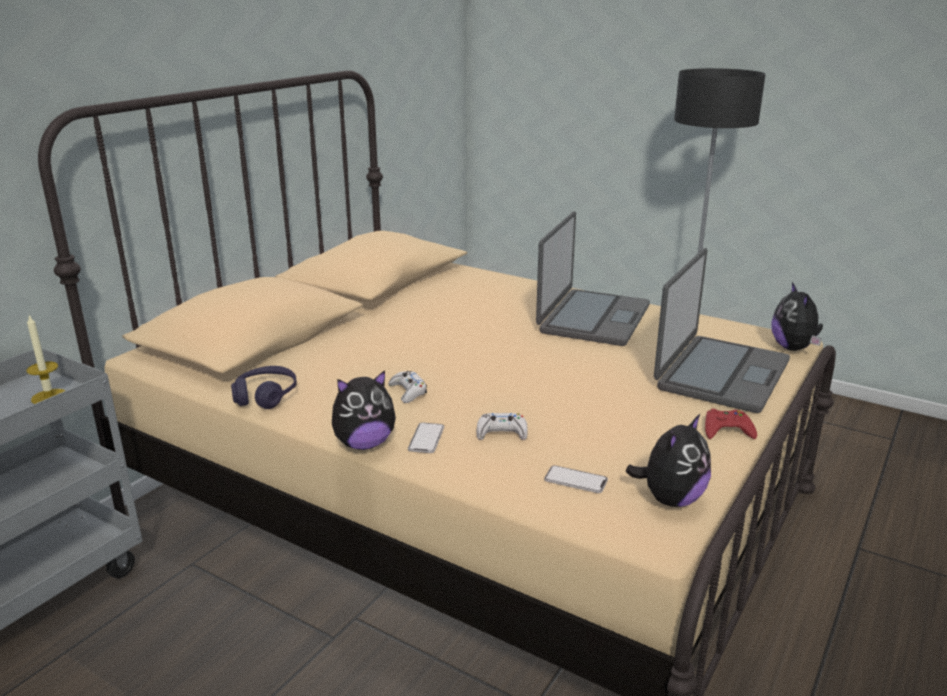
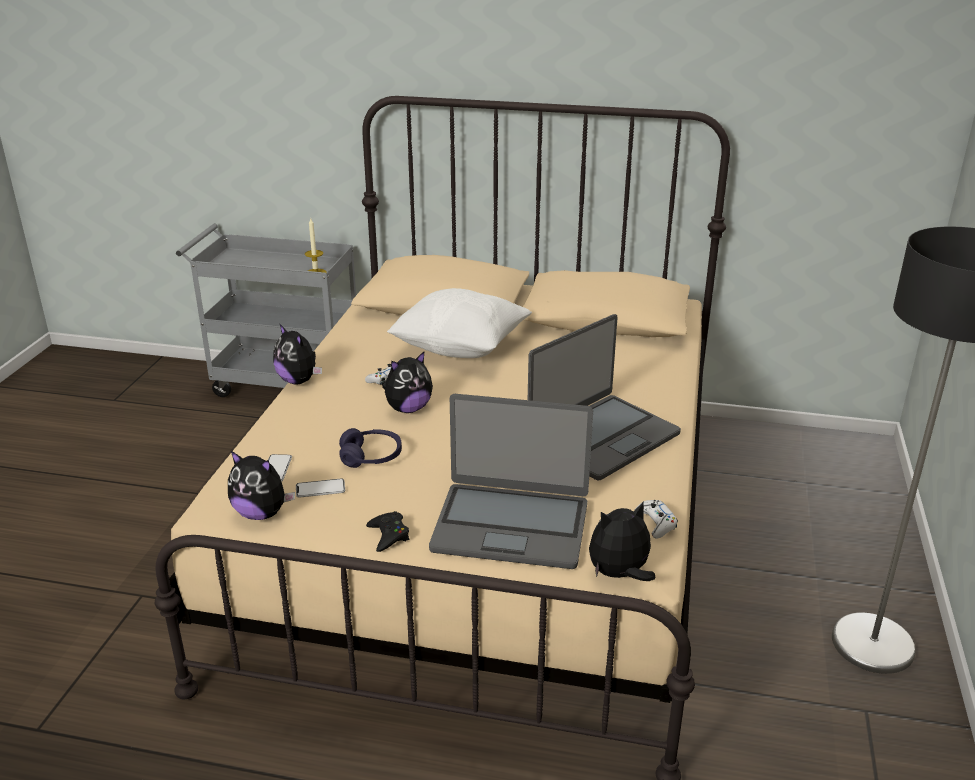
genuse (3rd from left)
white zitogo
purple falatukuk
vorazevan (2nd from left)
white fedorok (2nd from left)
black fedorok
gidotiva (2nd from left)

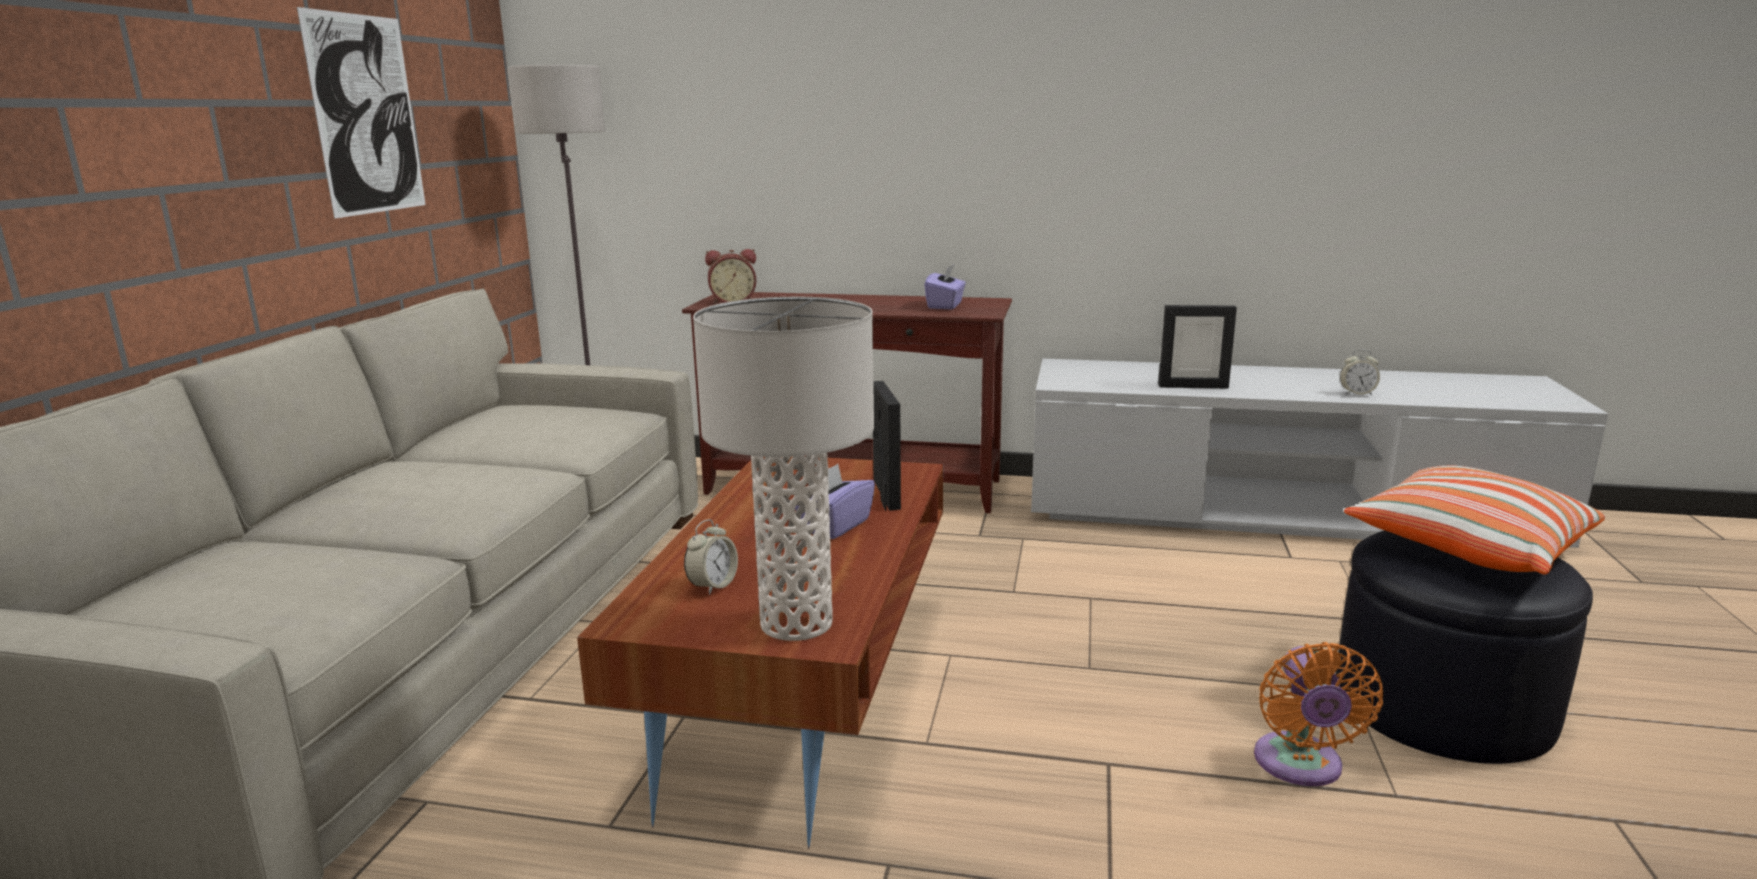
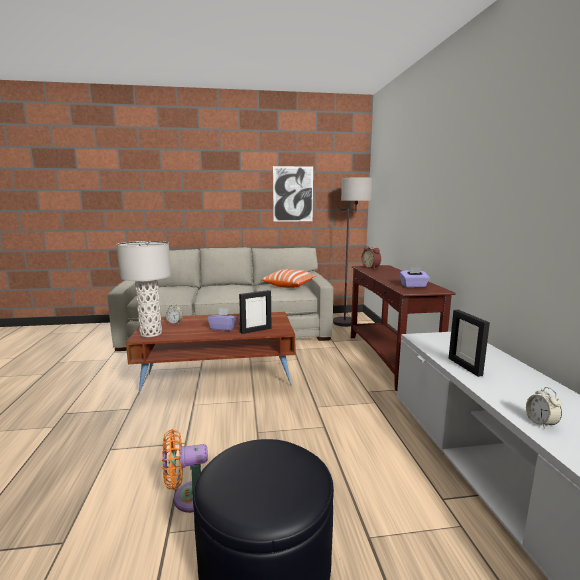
zitogo

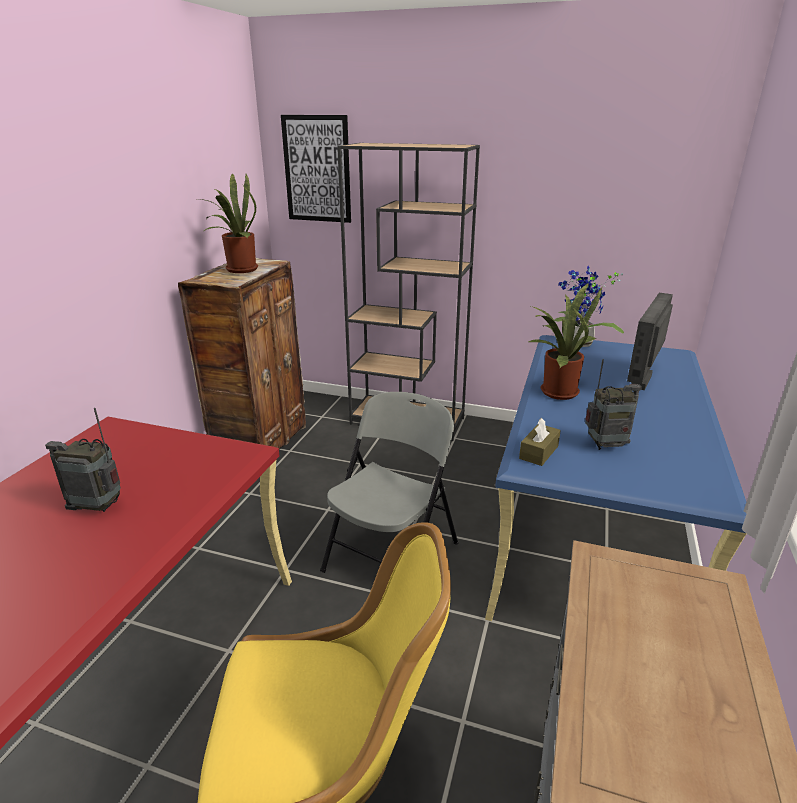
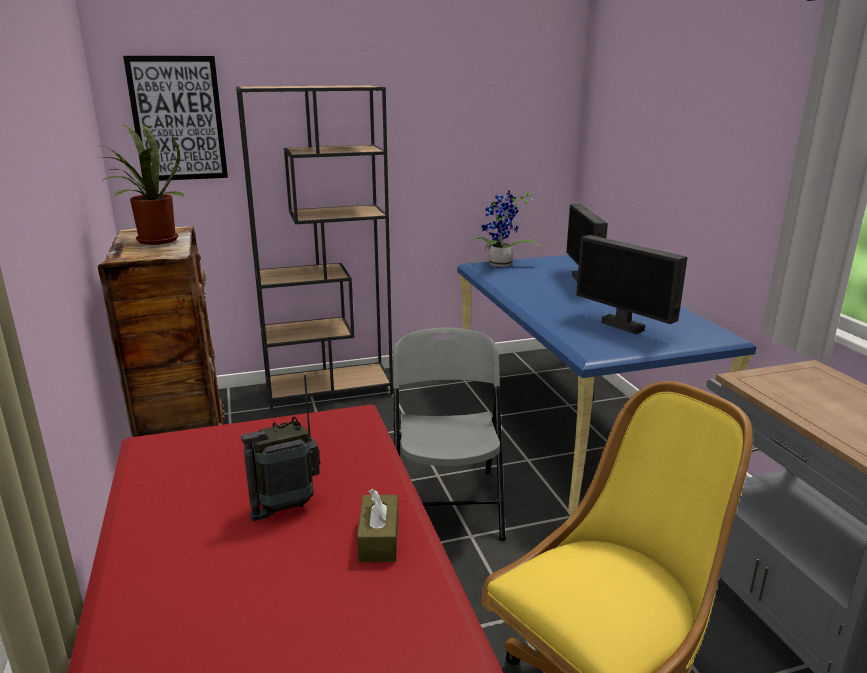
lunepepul (2nd from left in the first image)
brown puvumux
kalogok (2nd from left)

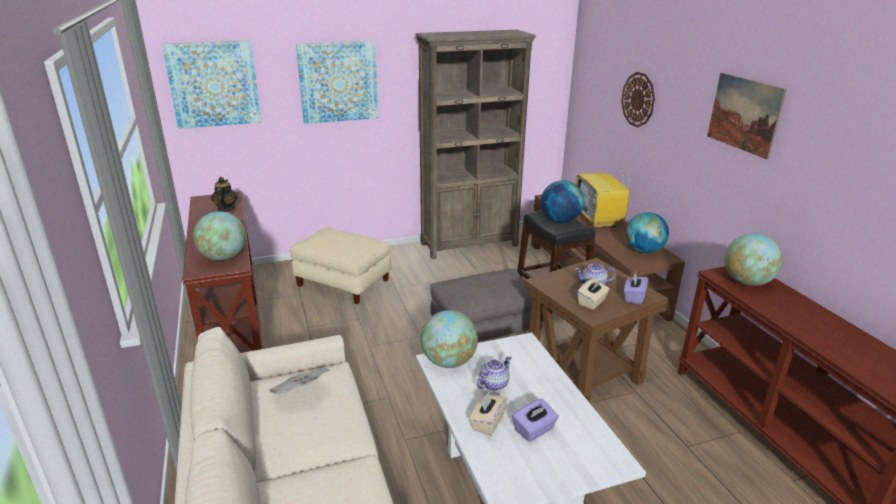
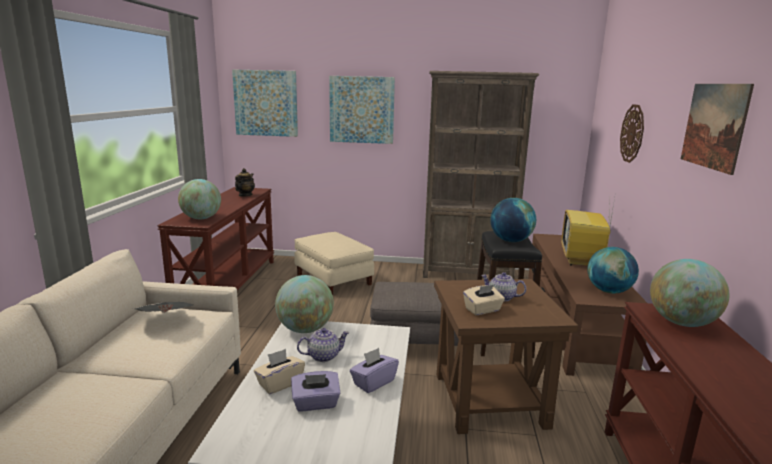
purple puvumux (2nd from left)

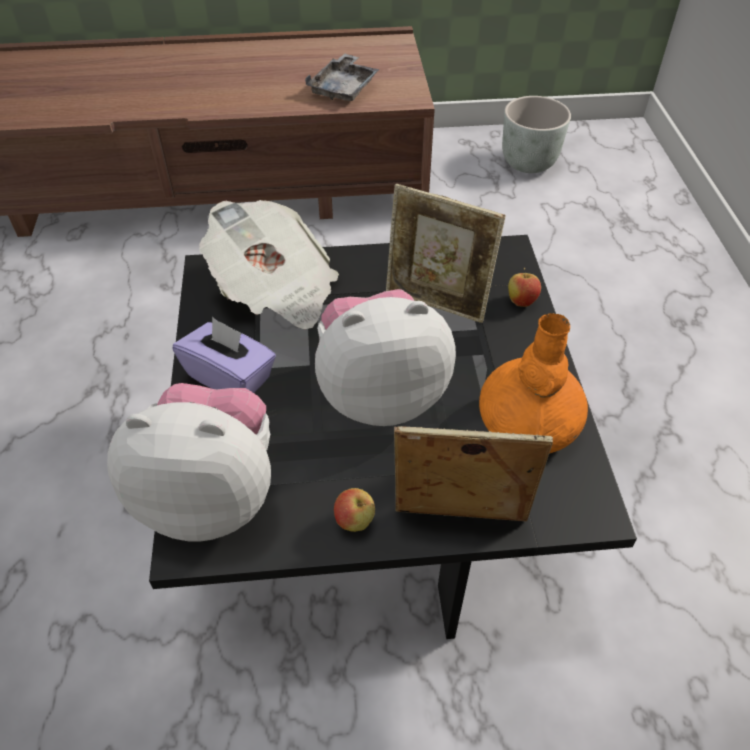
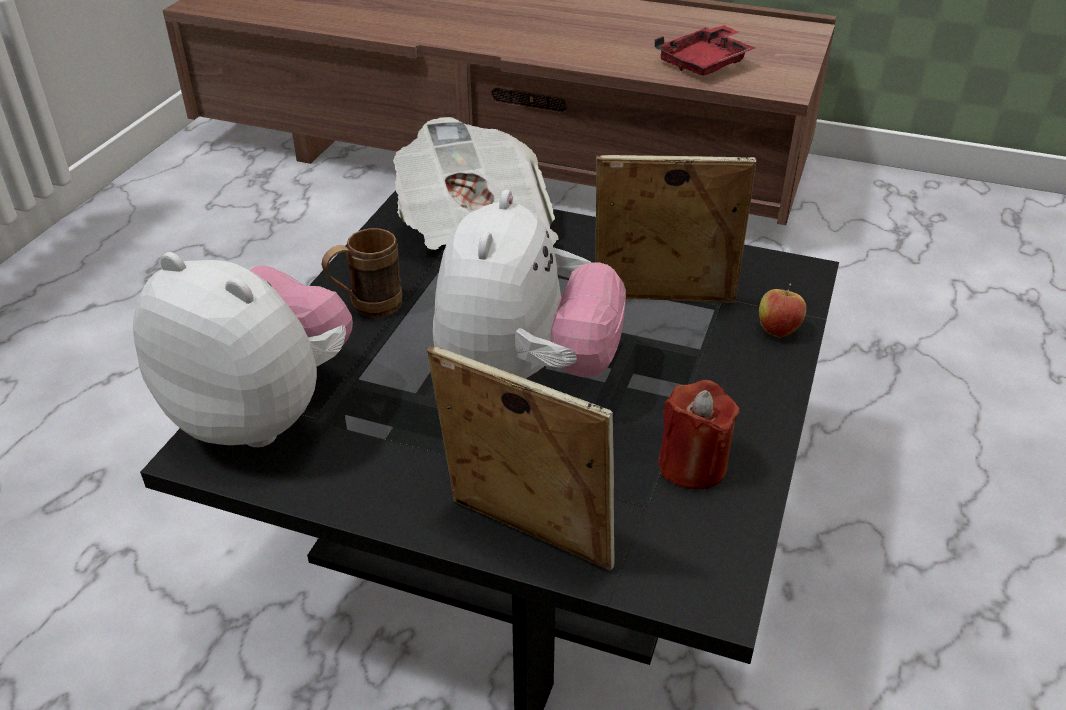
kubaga (1st from left in the first image)
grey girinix
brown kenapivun
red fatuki
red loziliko
genuse (2nd from left)
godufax (2nd from left)

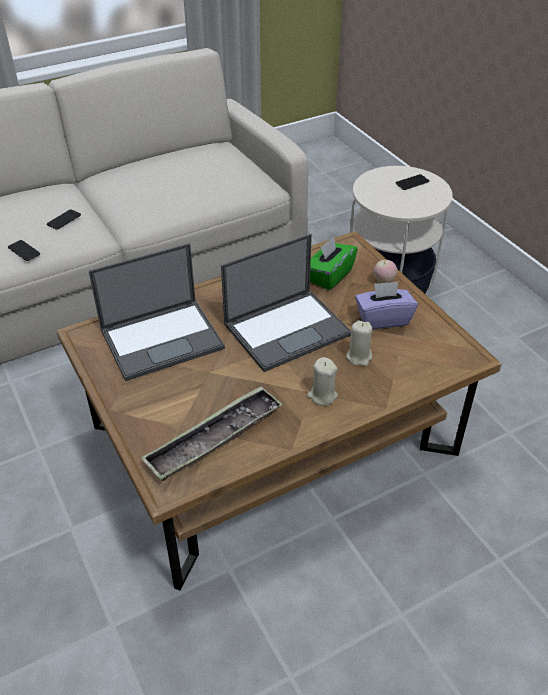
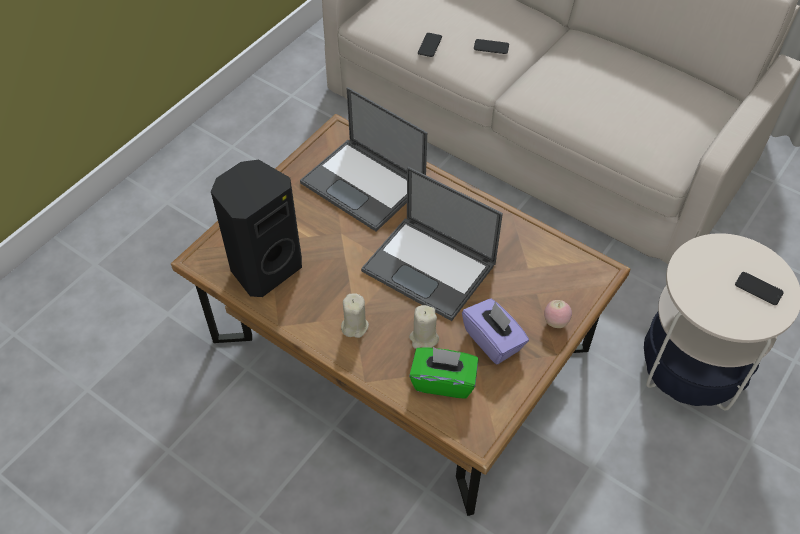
green puvumux
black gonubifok

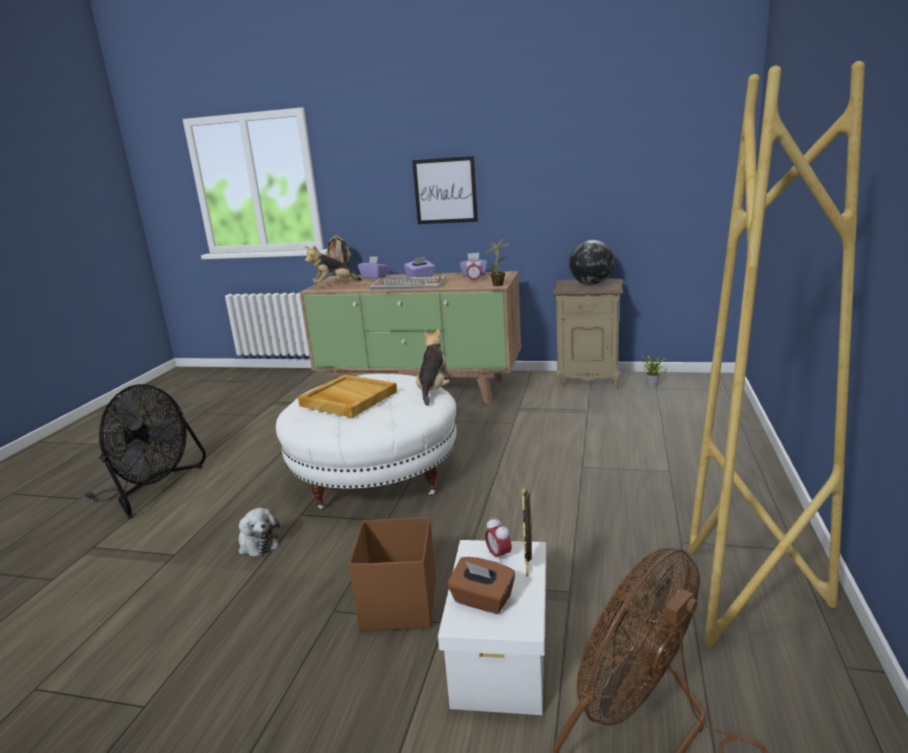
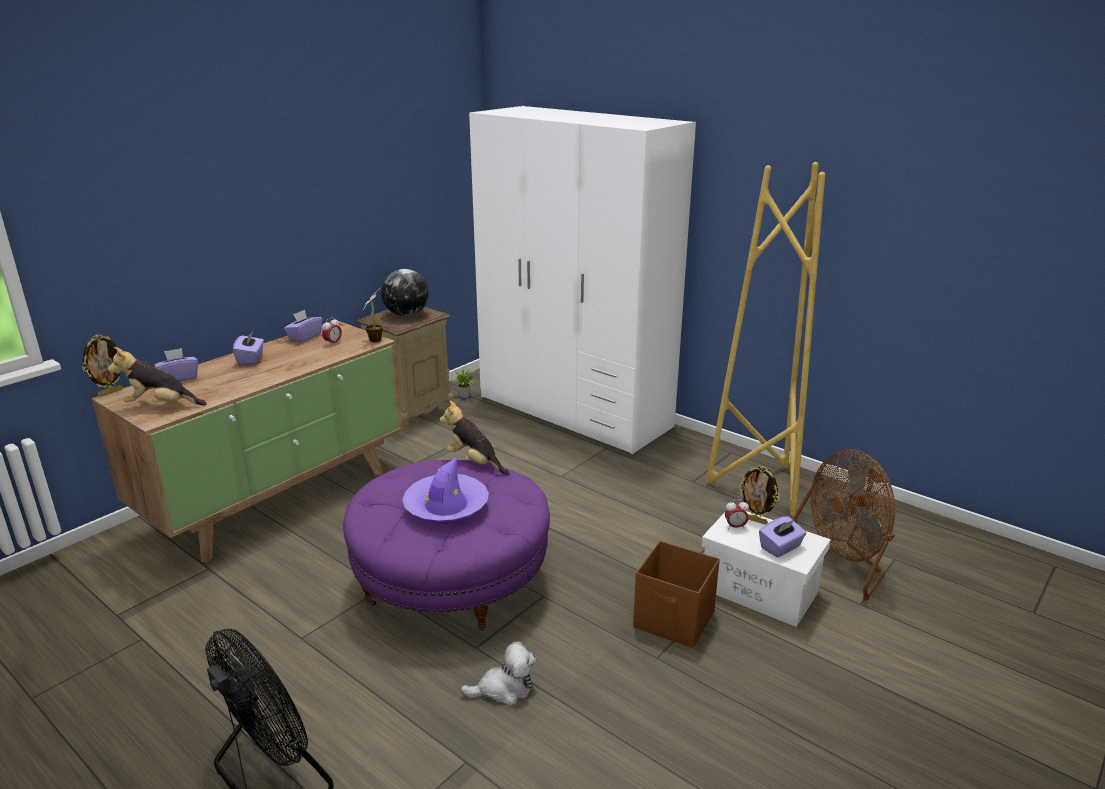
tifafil
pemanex
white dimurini
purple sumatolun
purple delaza
purple puvumux (4th from left)
genuse (1st from left)

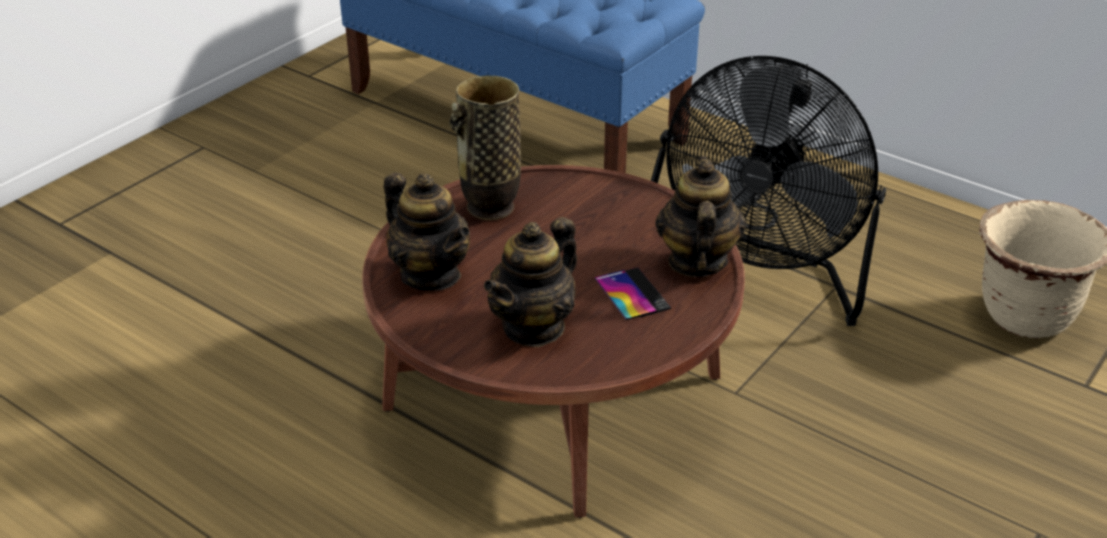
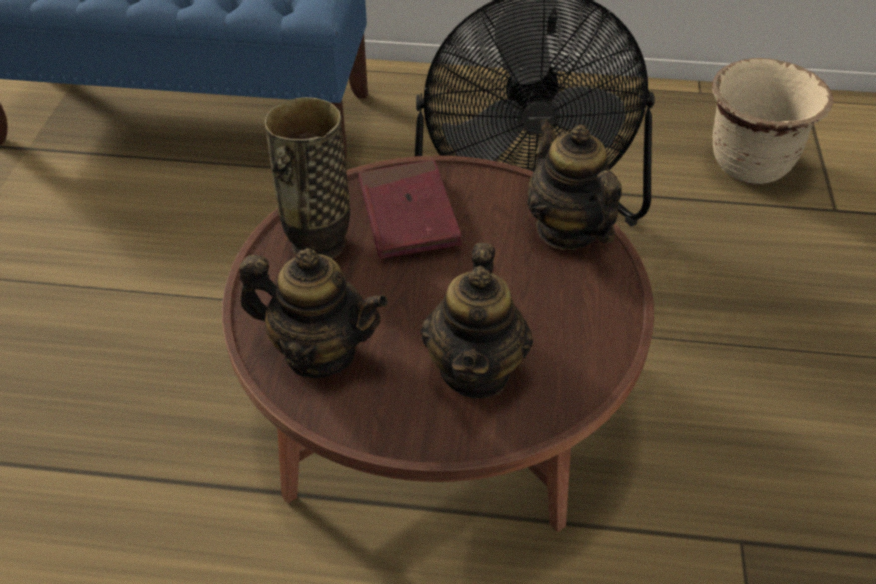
vorazevan
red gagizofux

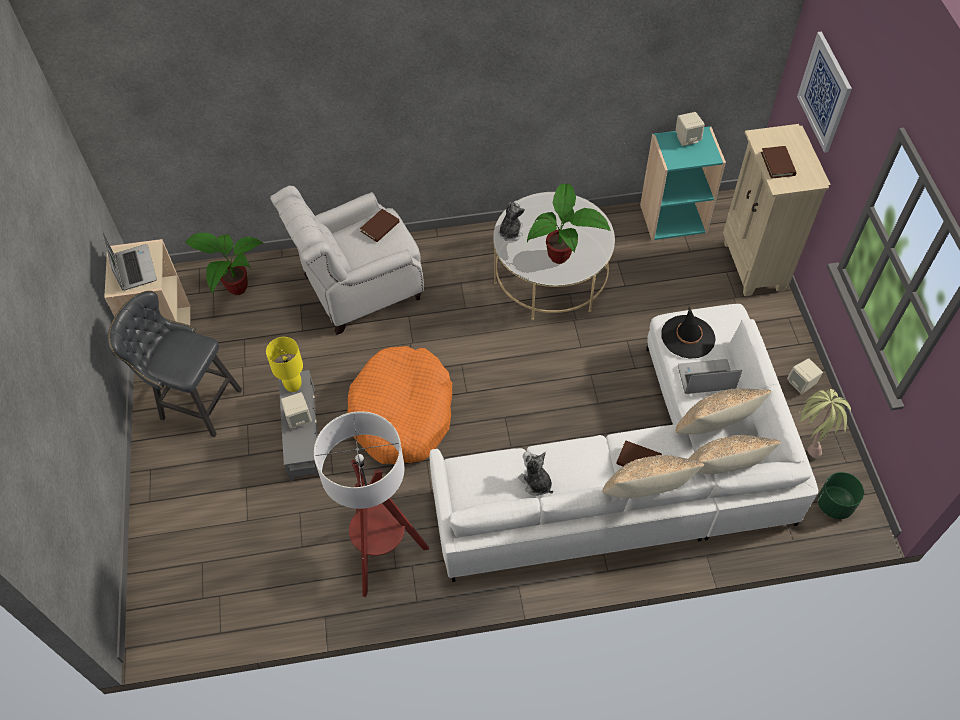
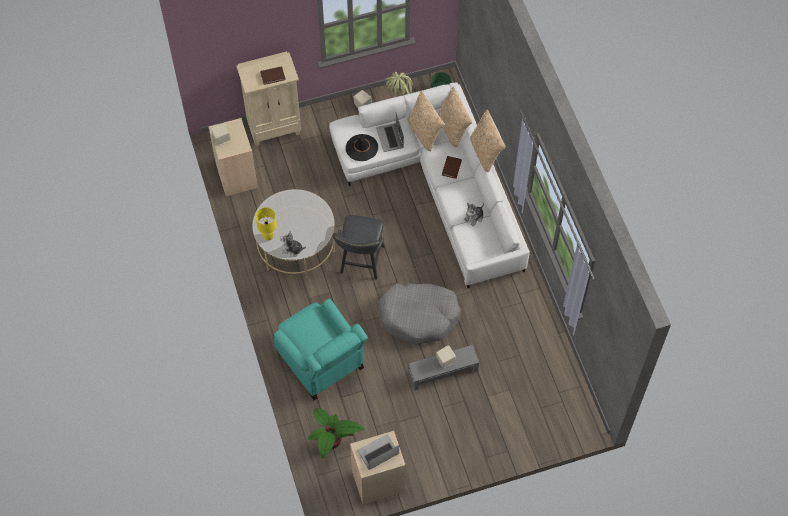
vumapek
brown gagizofux (1st from left in the first image)
lunepepul (2nd from left in the first image)
pemanex
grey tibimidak
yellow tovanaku
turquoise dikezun
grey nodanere
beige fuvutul (1st from left)

